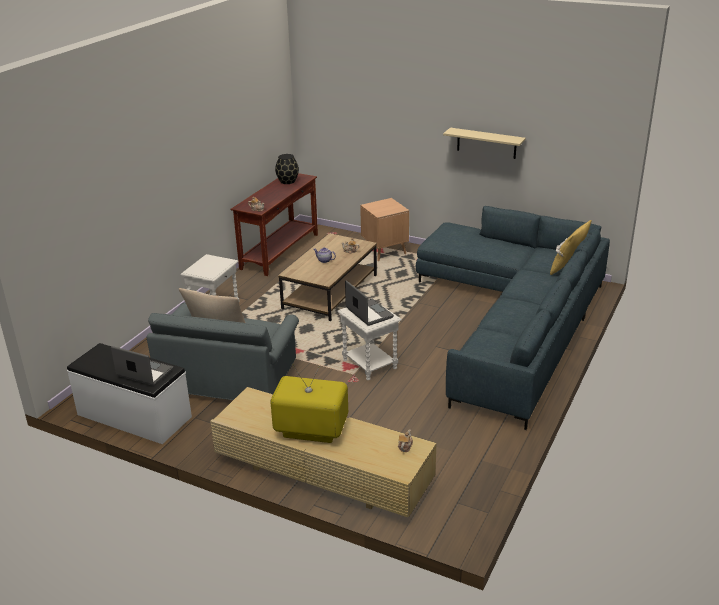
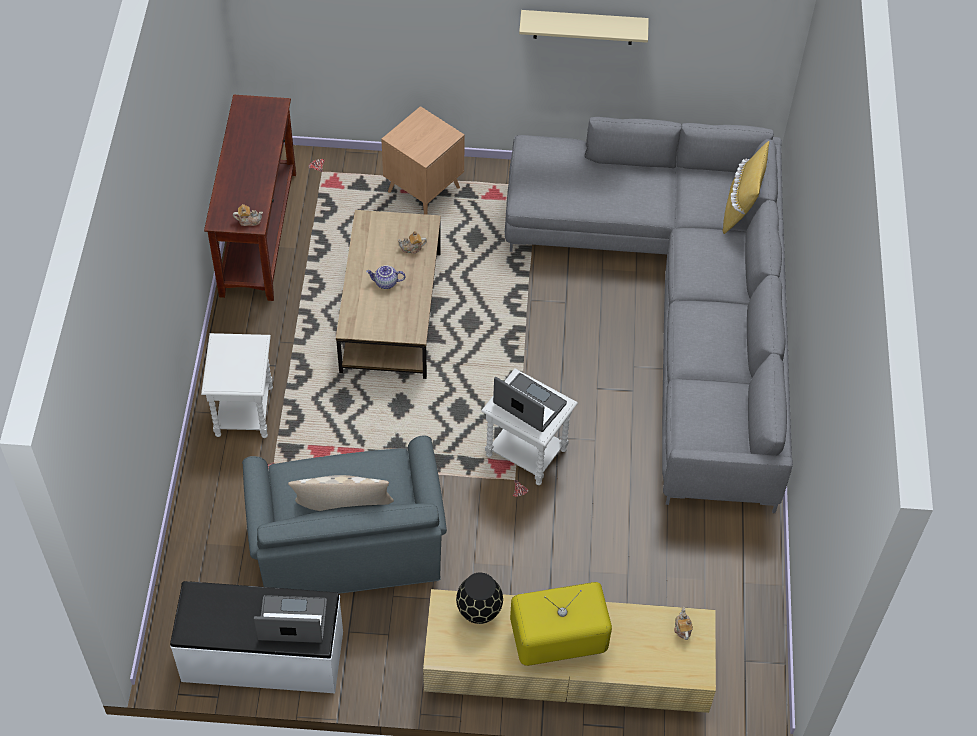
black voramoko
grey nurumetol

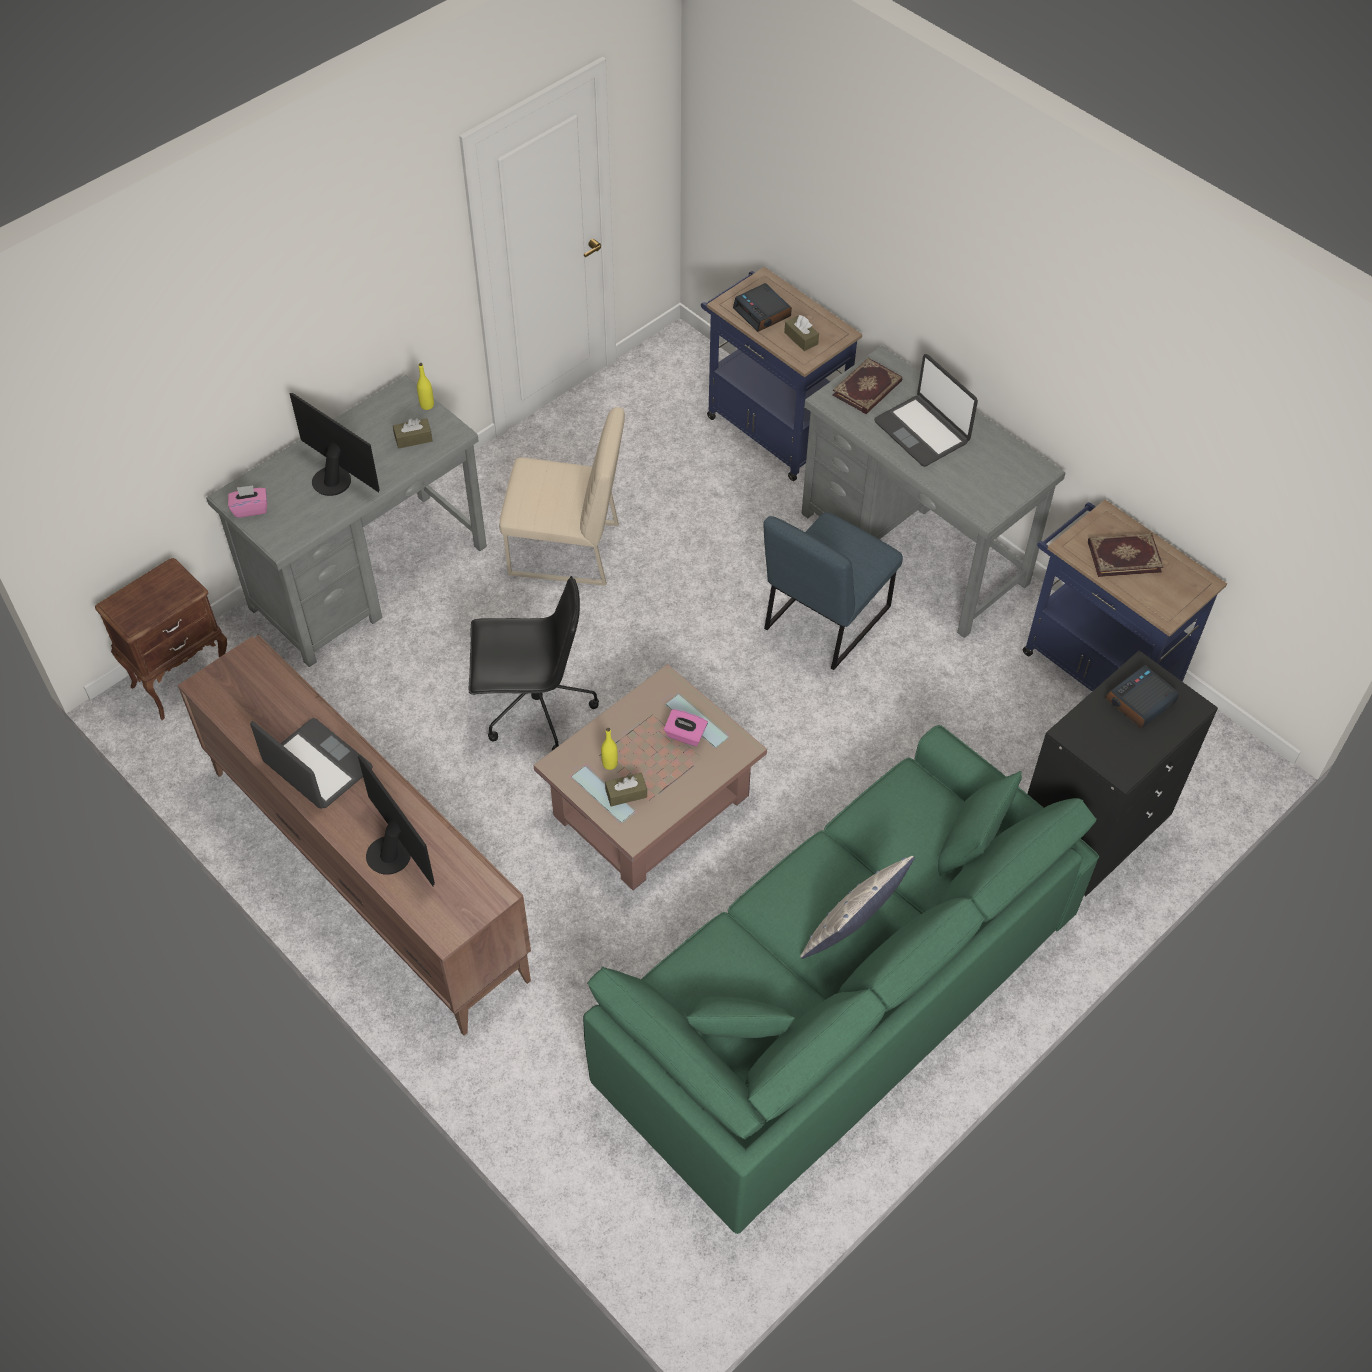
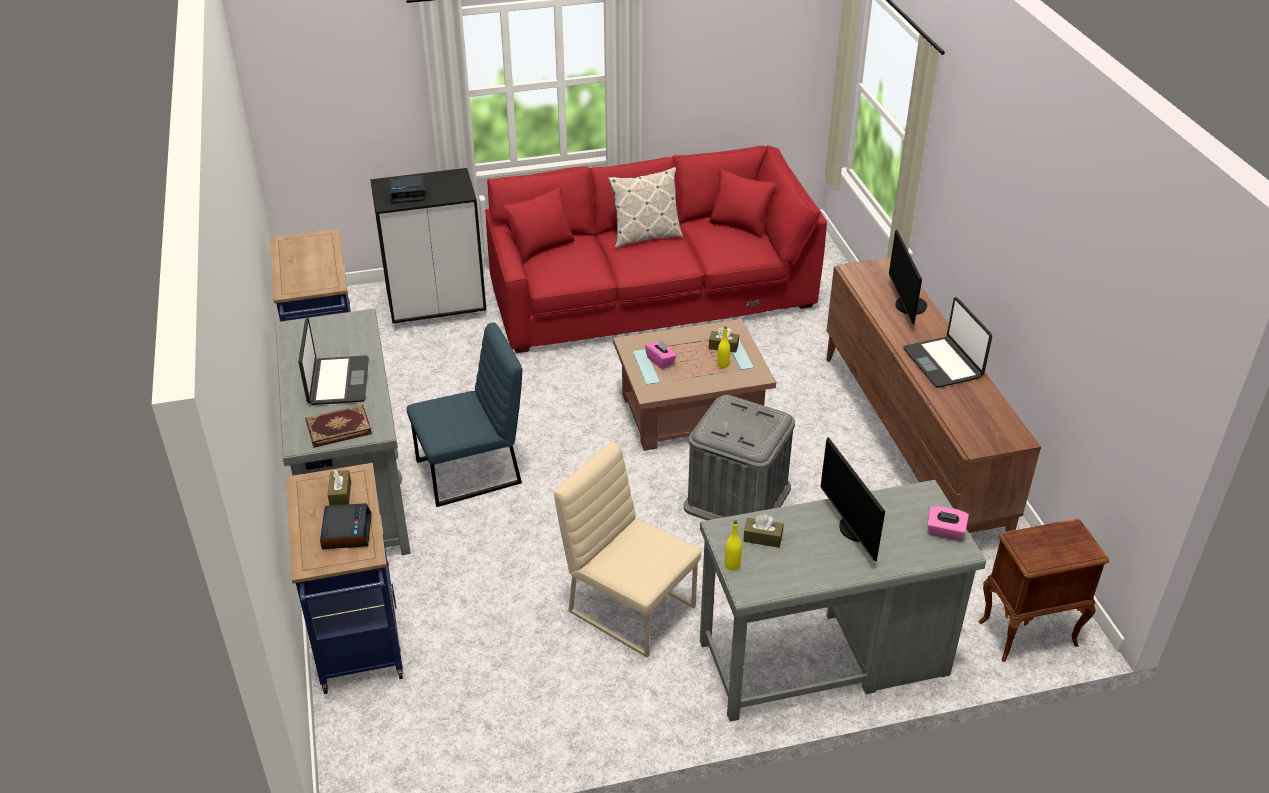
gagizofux (2nd from left in the first image)
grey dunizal
red nurumetol

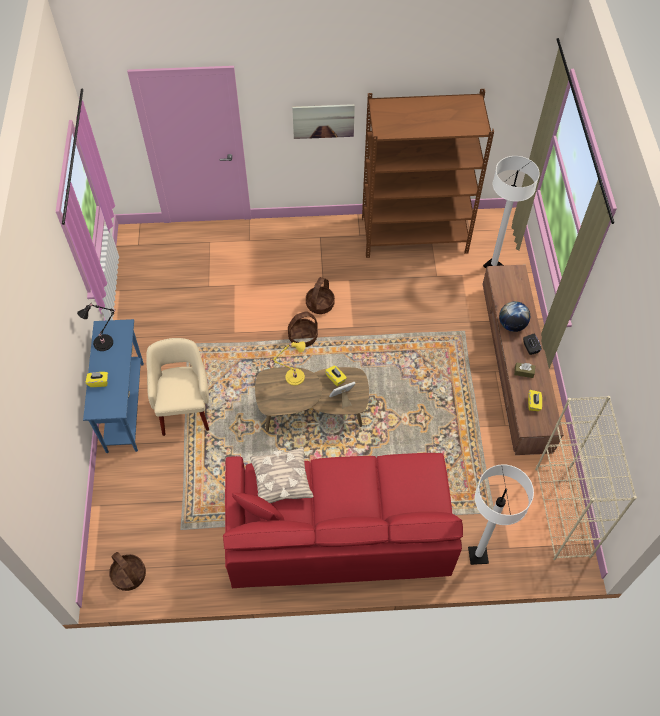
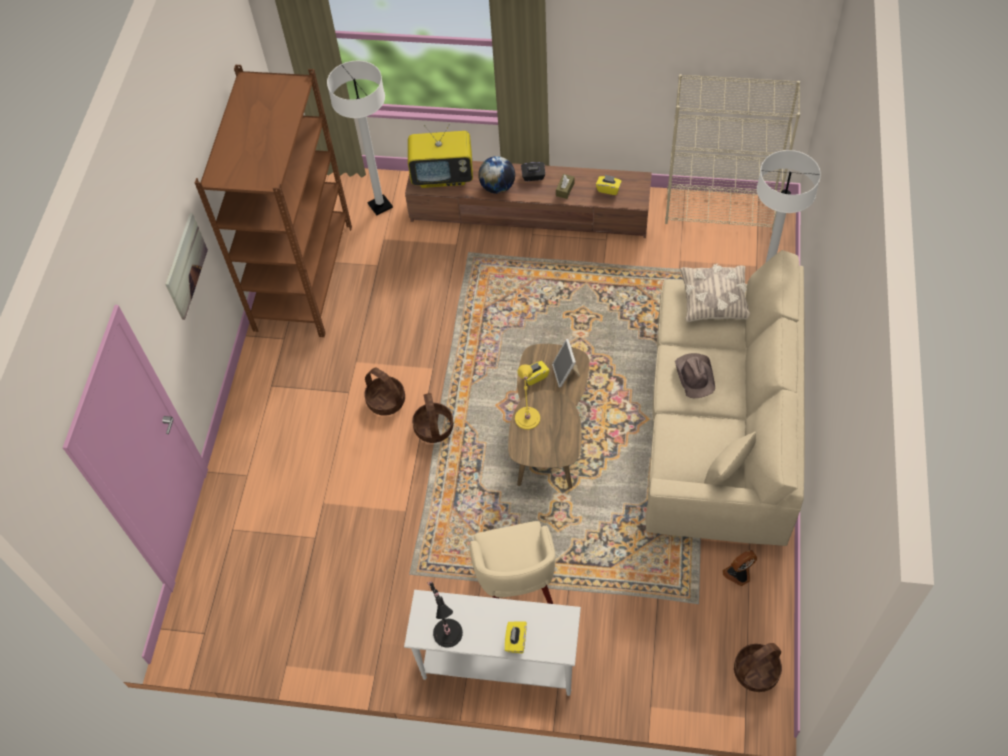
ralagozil
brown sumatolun
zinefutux
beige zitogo
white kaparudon
beige nurumetol
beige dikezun

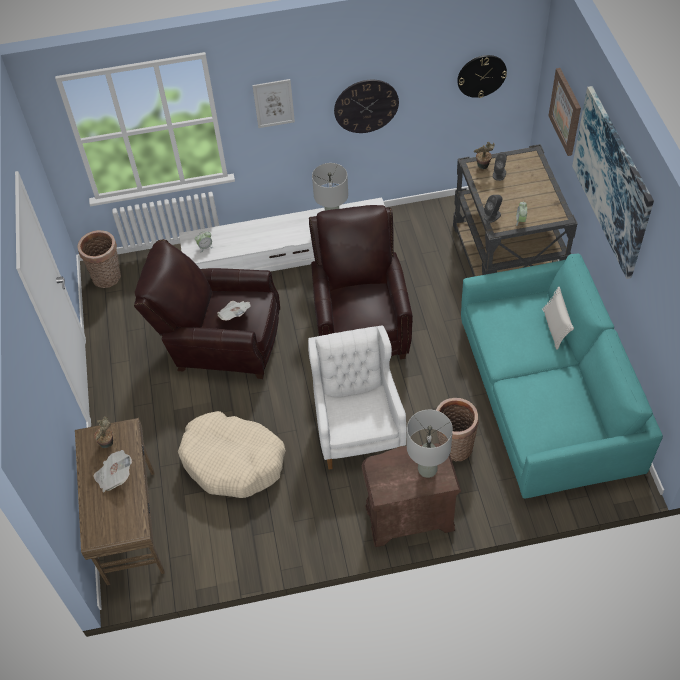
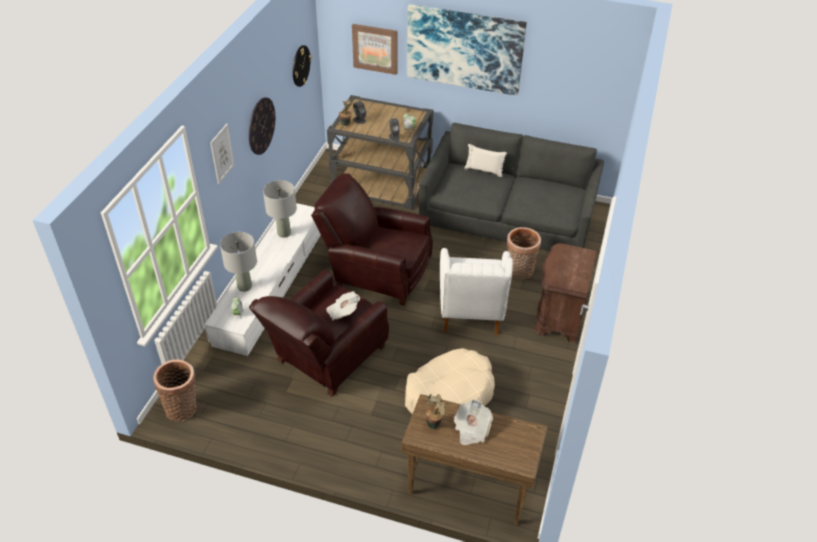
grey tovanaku (1st from left)
grey nurumetol
white dikezun

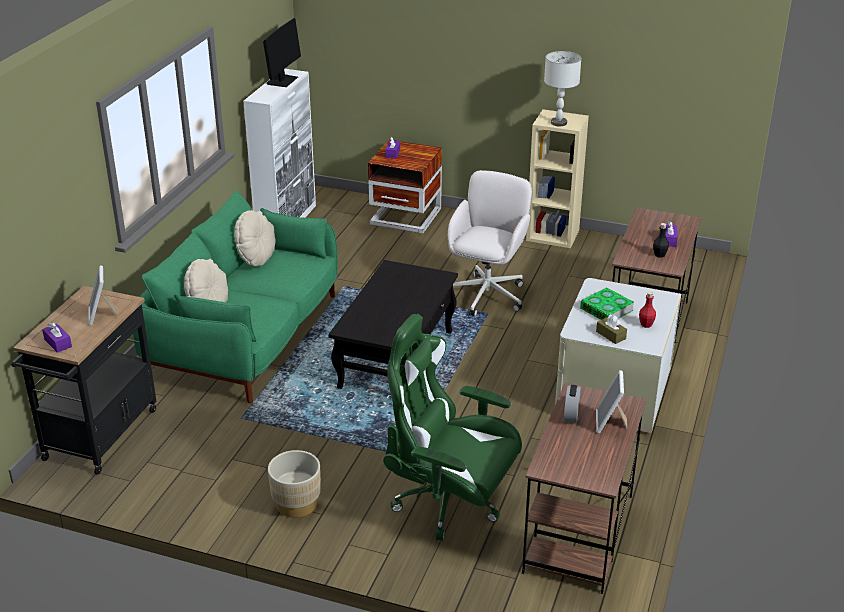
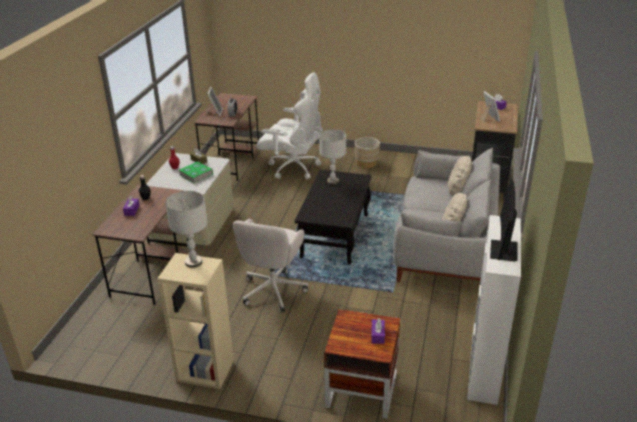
grey tovanaku (2nd from left)
grey nurumetol
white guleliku (2nd from left)

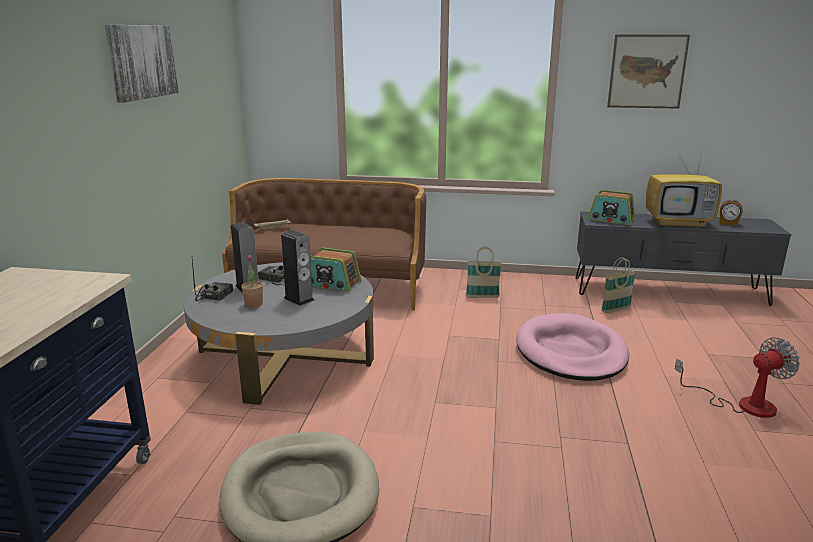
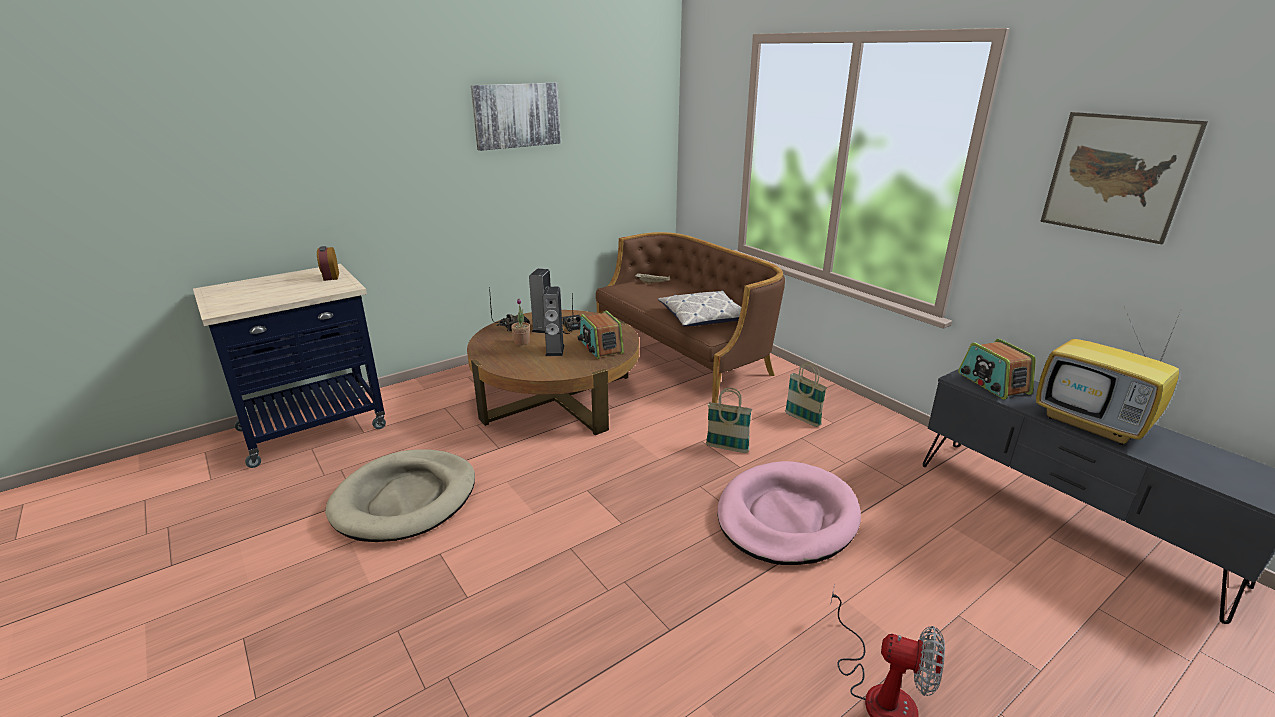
zitogo
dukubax (1st from left)
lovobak
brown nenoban

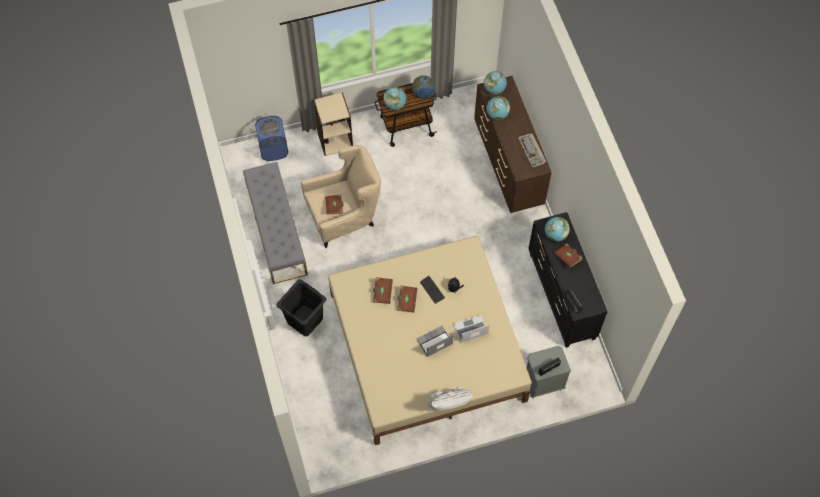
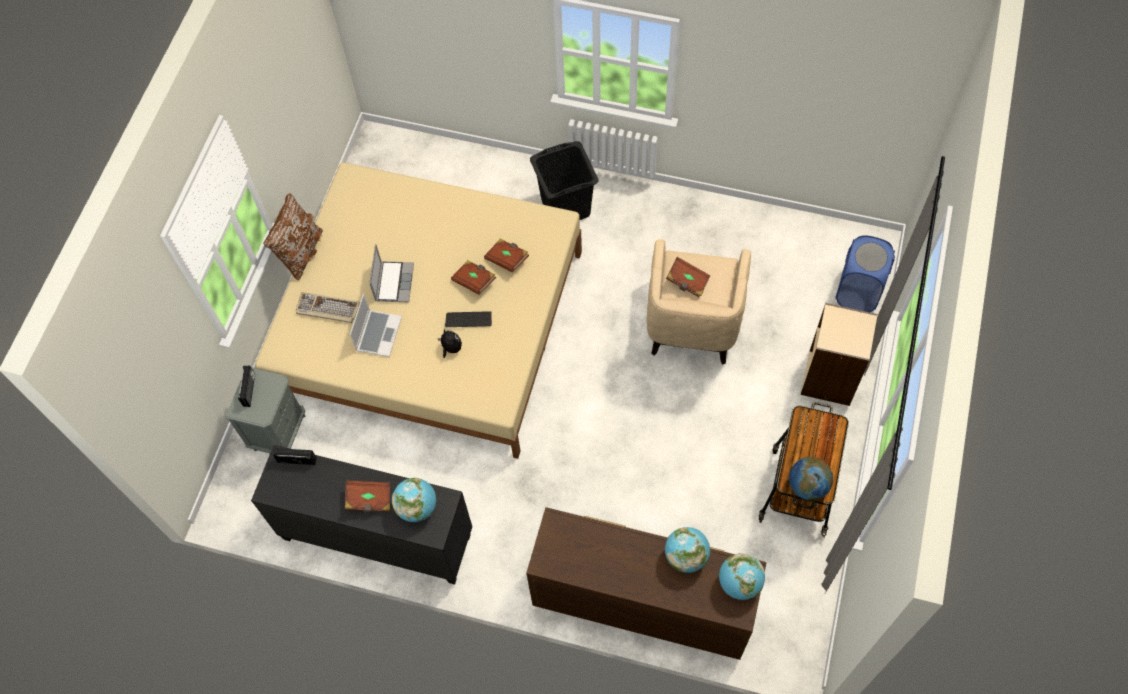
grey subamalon
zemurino (1st from left in the first image)
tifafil (1st from left)
brown zitogo

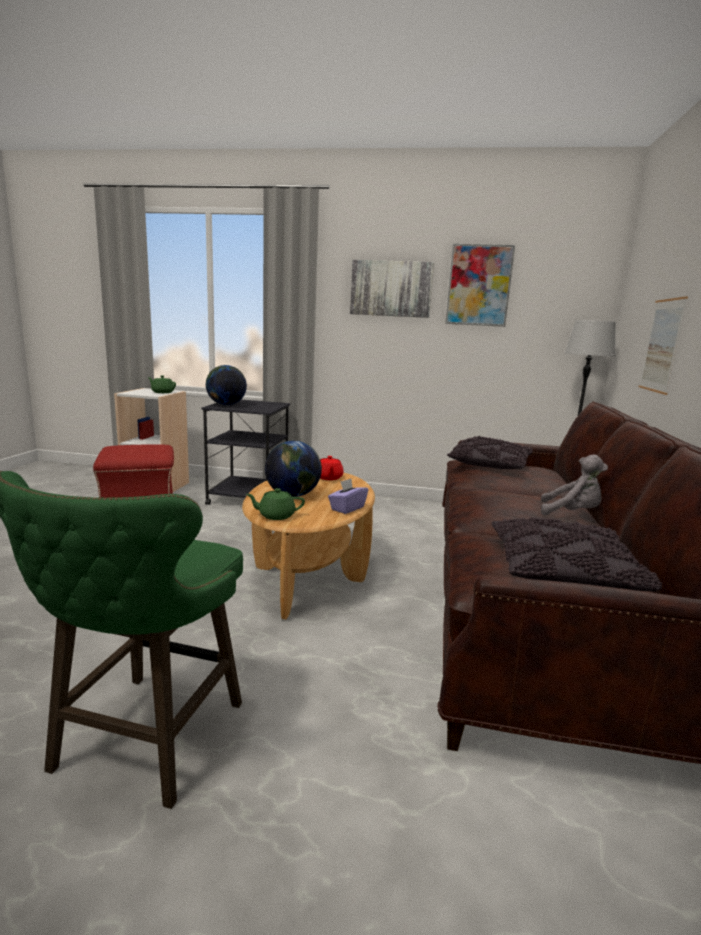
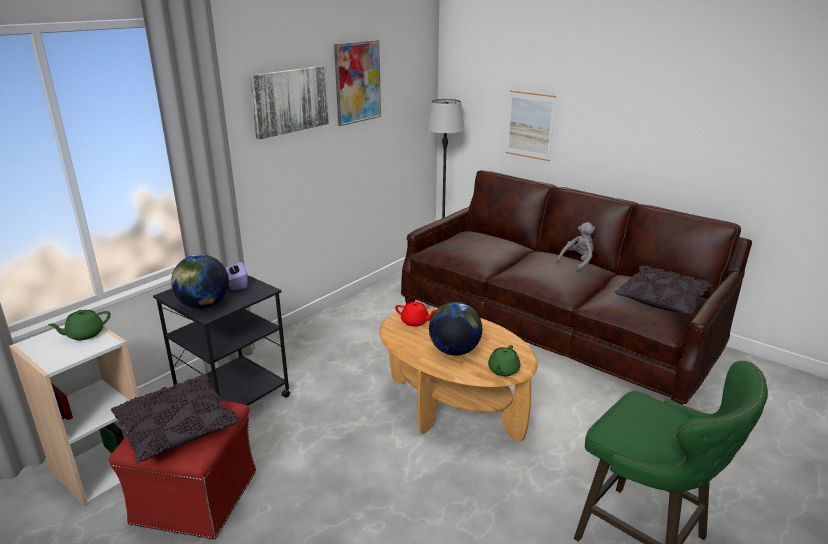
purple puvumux
black zitogo (1st from left)

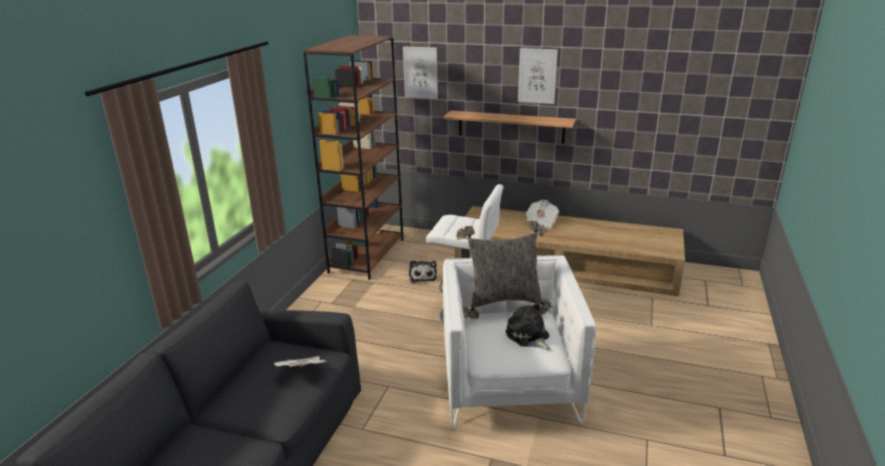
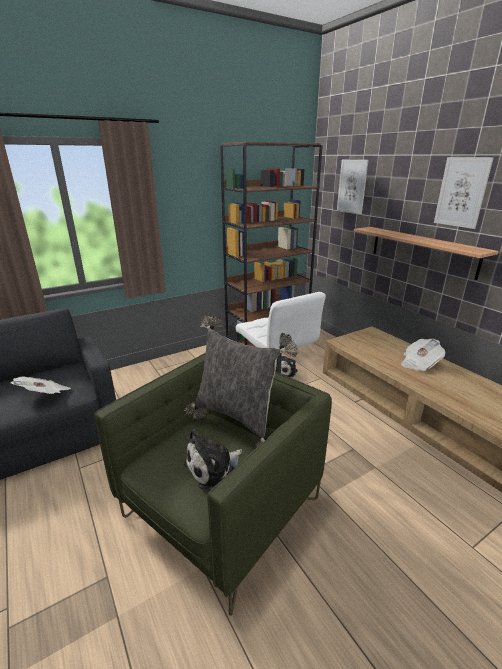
green dikezun
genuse (1st from left)

